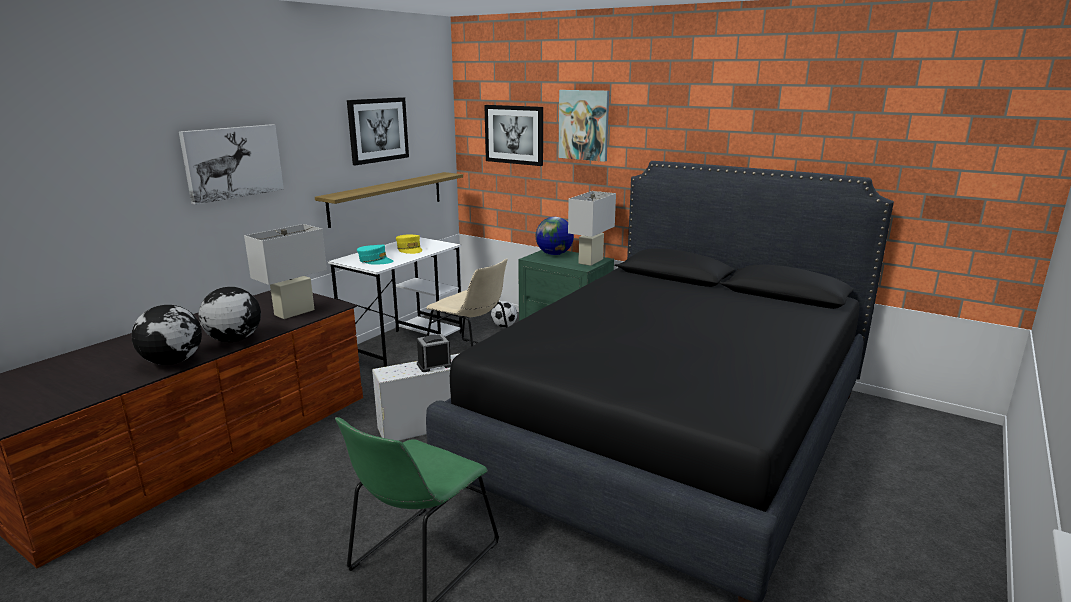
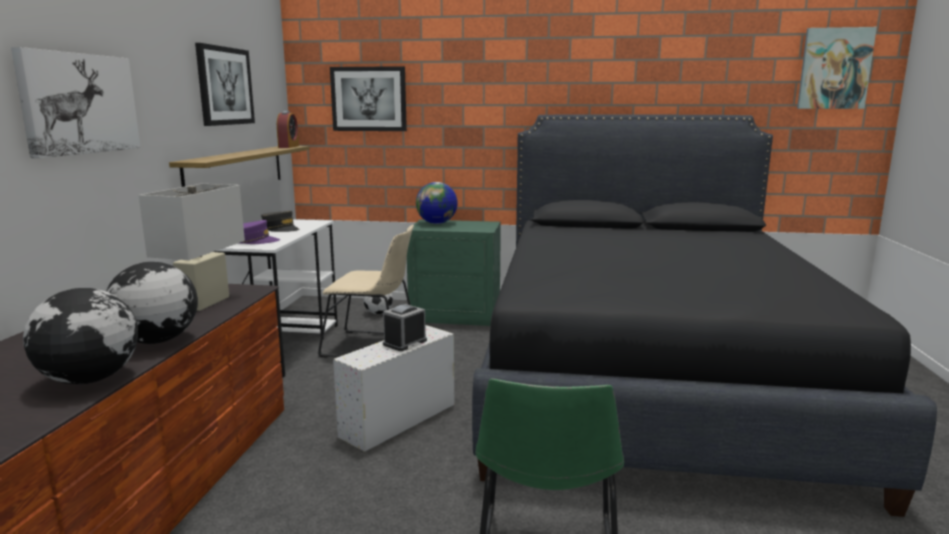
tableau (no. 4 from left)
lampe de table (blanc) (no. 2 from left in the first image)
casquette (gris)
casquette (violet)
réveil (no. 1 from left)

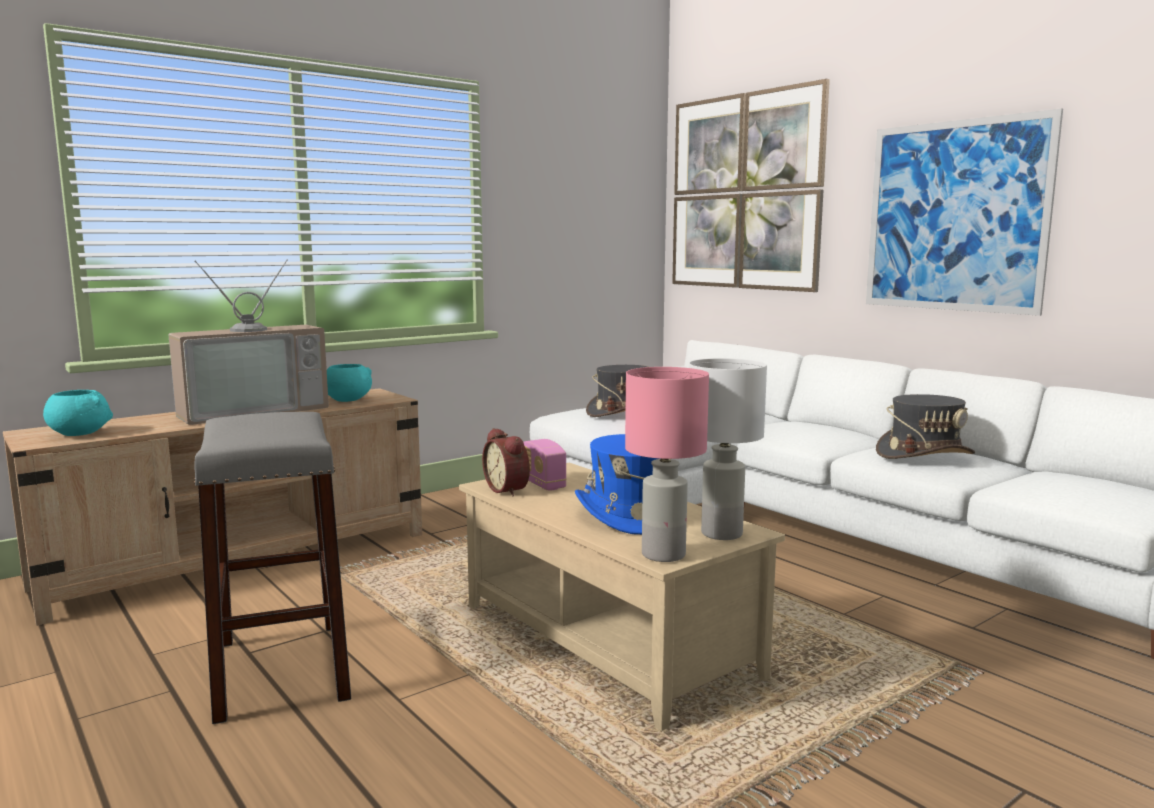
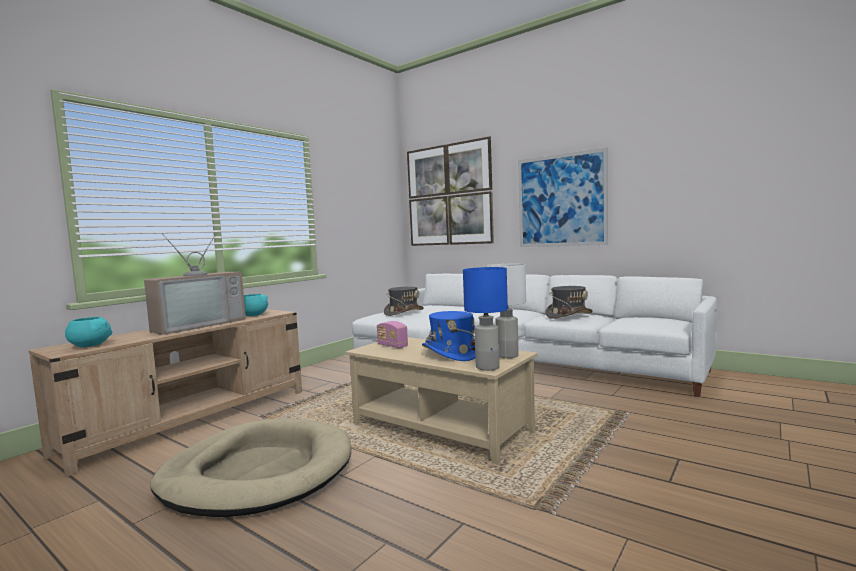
lampe de table (bleu)
panier pour chien (beige)
réveil

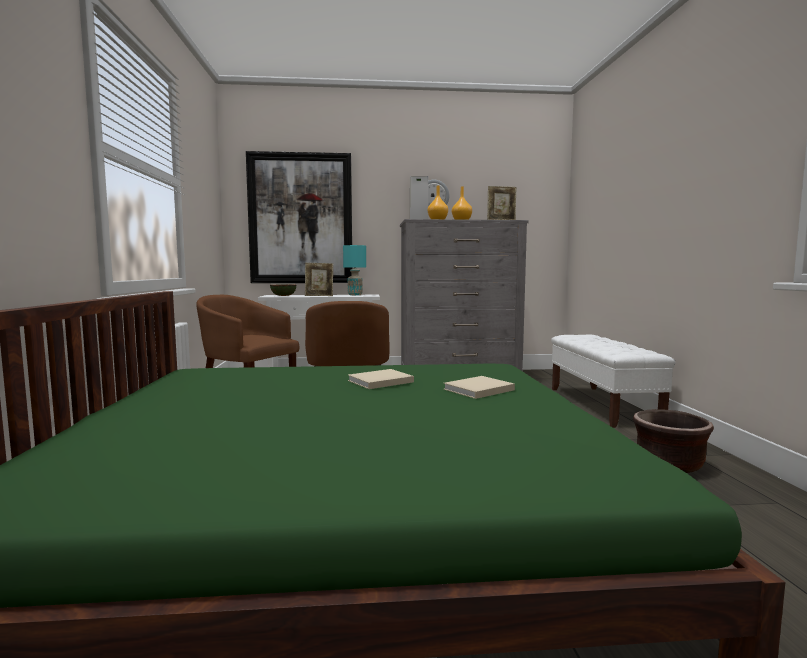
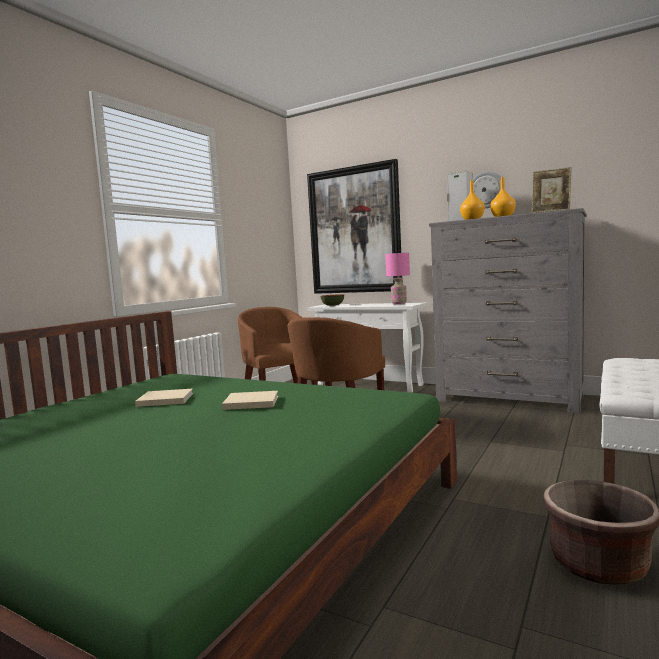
lampe de table (rose)
cadre photo (no. 1 from left in the first image)
livre (beige) (no. 1 from left)

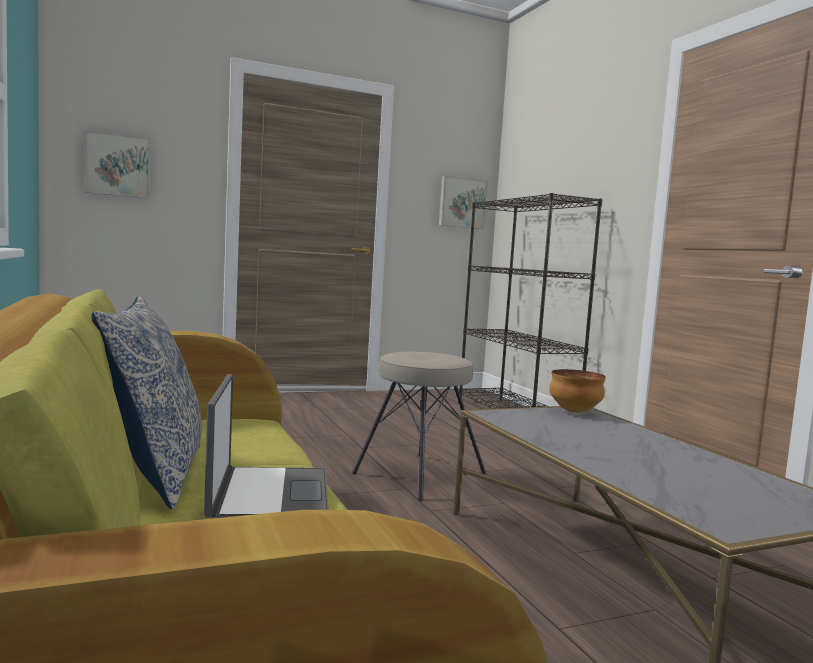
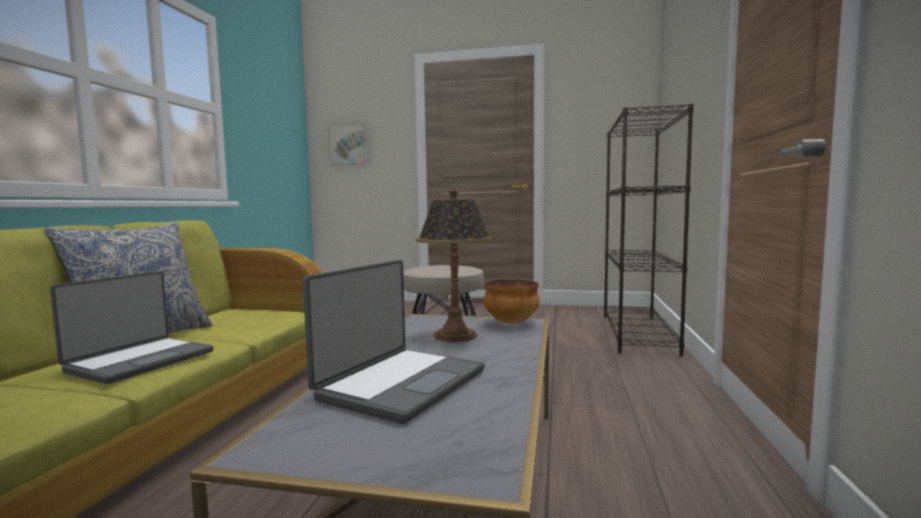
tableau (no. 2 from left in the first image)
lampe de table
ordinateur portable (no. 2 from left)

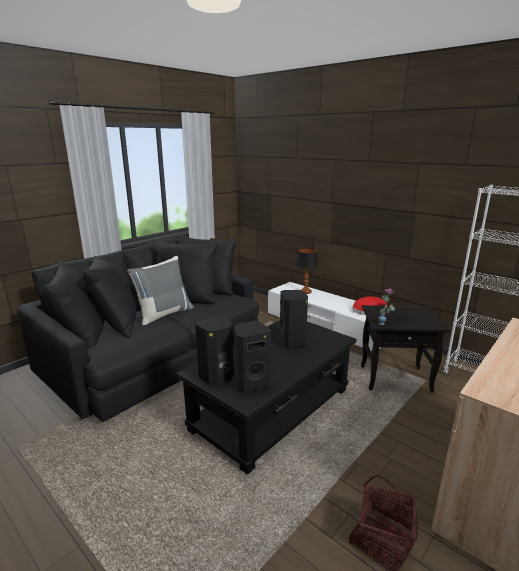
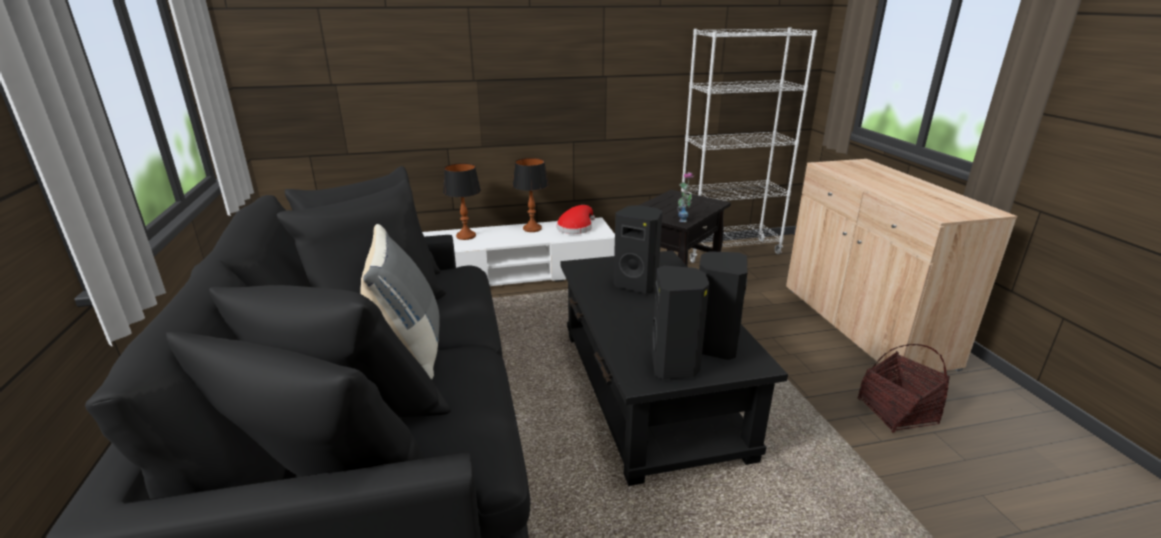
lampe de table (no. 2 from left)

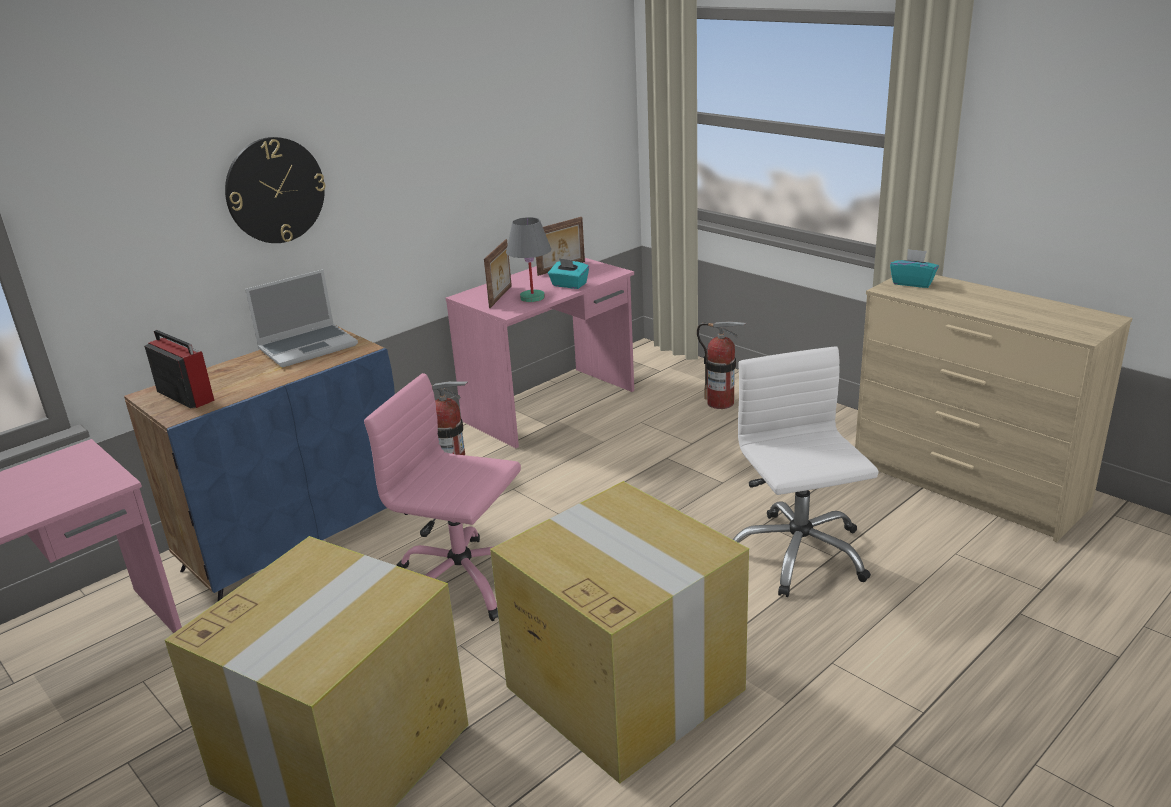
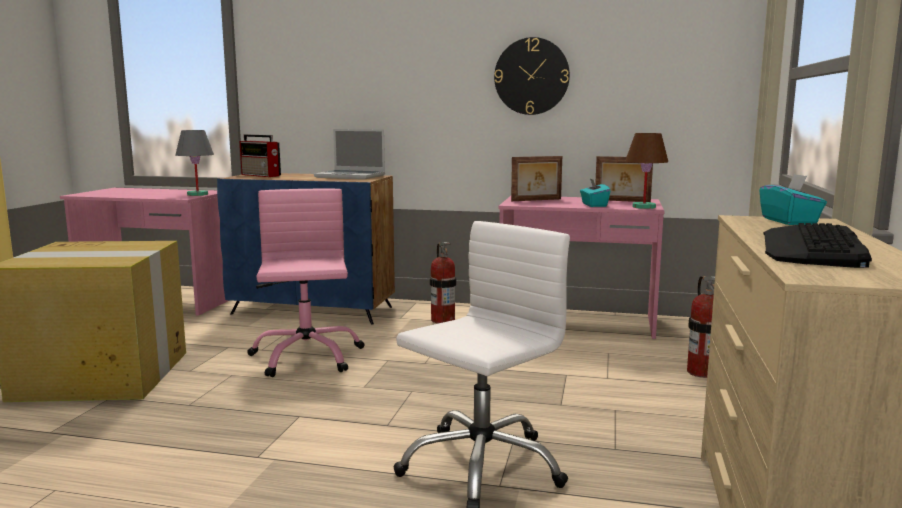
horloge murale
lampe de table (gris)
radio
carton (no. 2 from left in the first image)
lampe de table (marron)
clavier

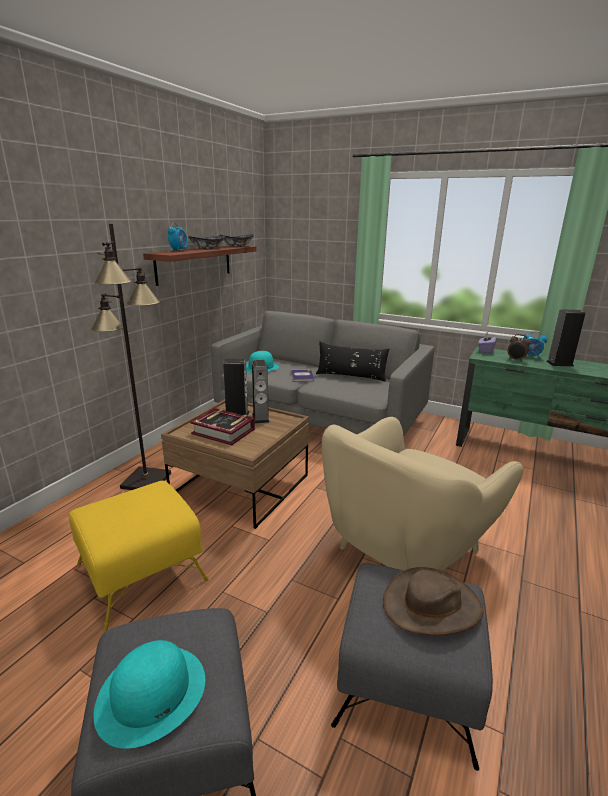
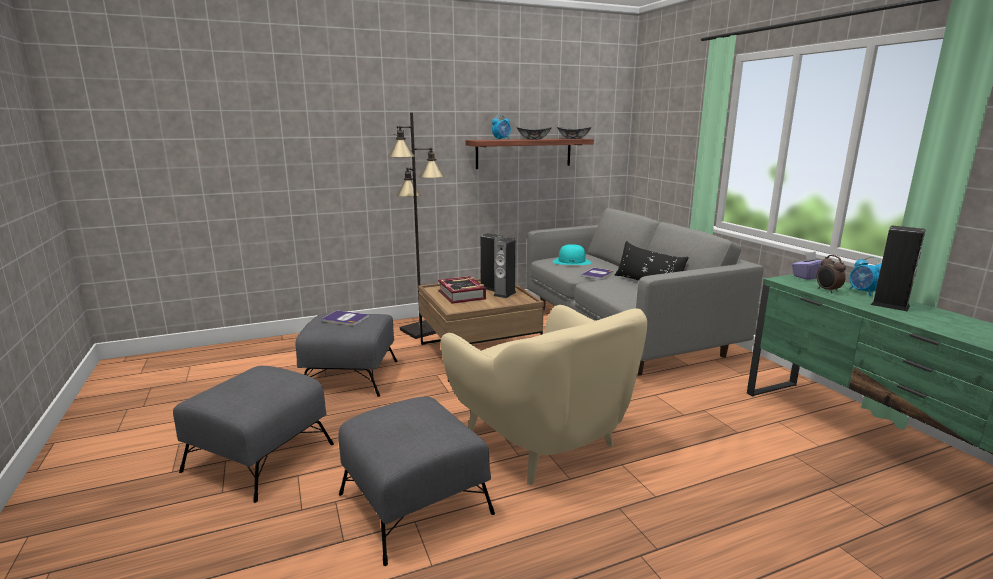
fauteuil (beige)
pouf (gris) (no. 2 from left)
chapeau (marron)
chapeau (turquoise) (no. 1 from left in the first image)
livre (no. 1 from left)

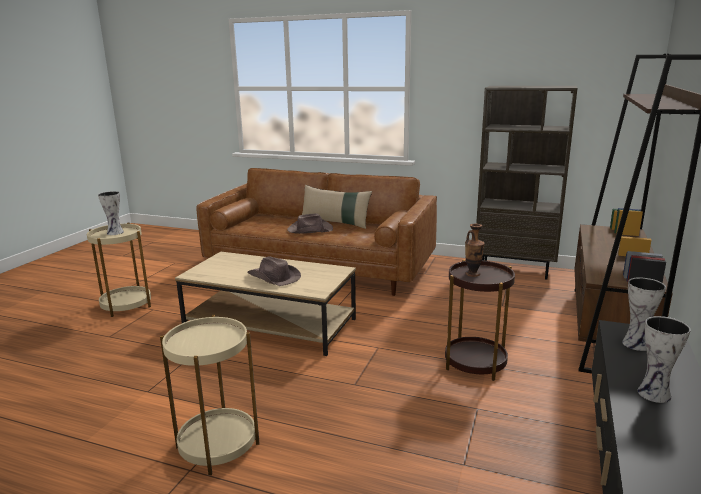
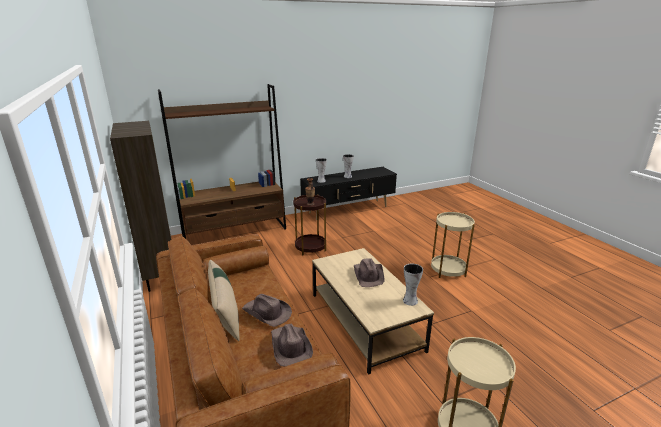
vase (no. 4 from left)
chapeau (marron) (no. 2 from left)

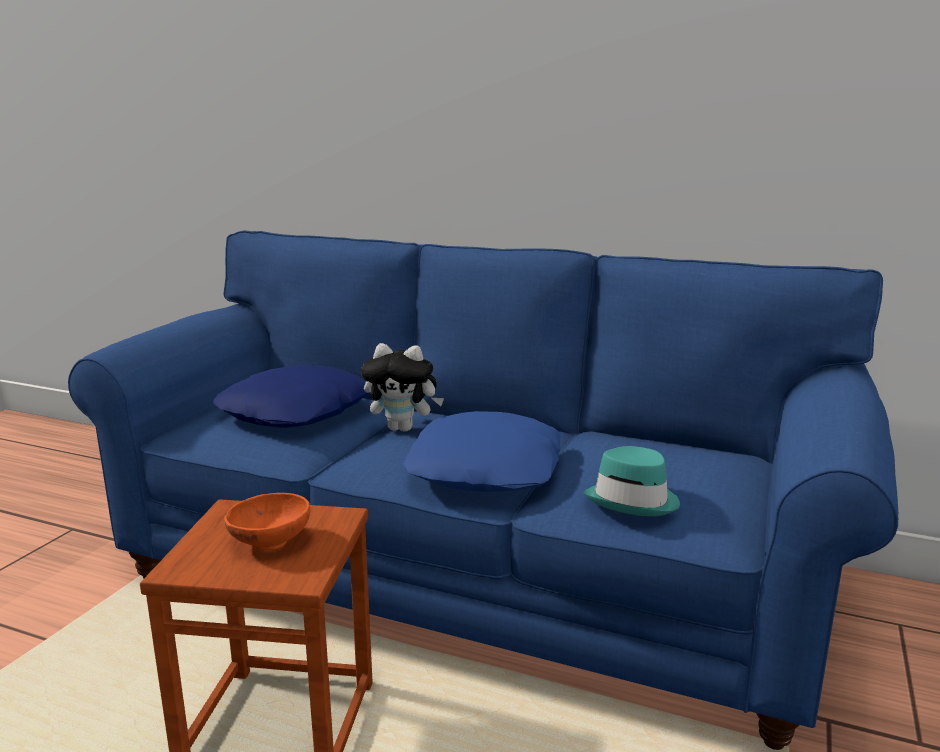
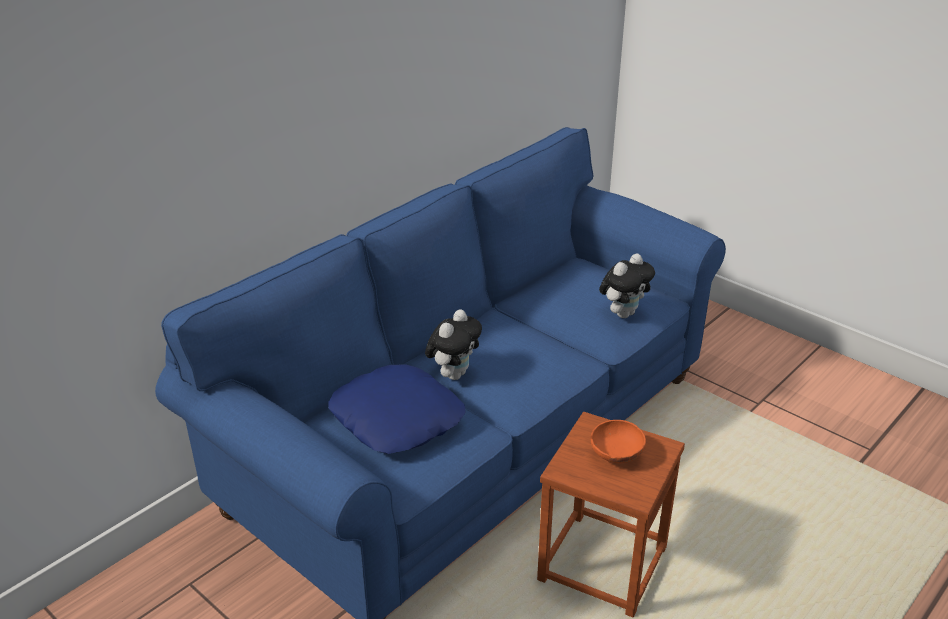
coussin (bleu) (no. 2 from left in the first image)
peluche (no. 2 from left)

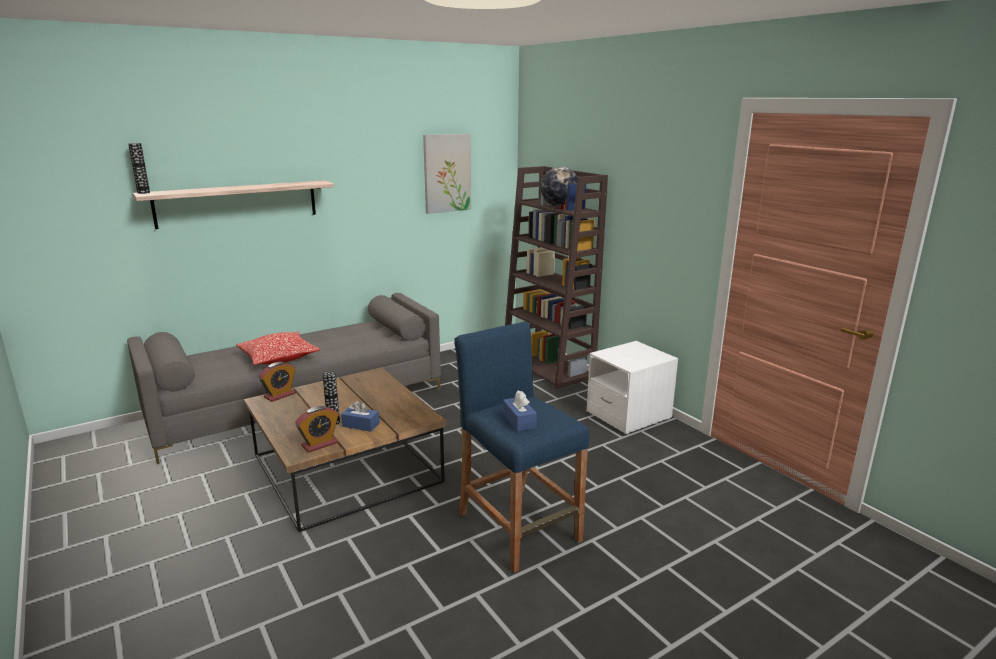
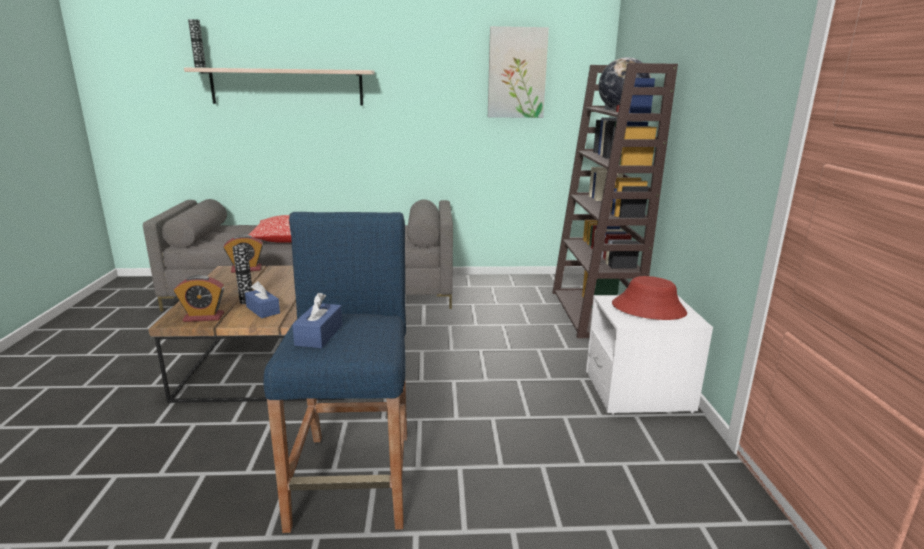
chapeau (rouge)

